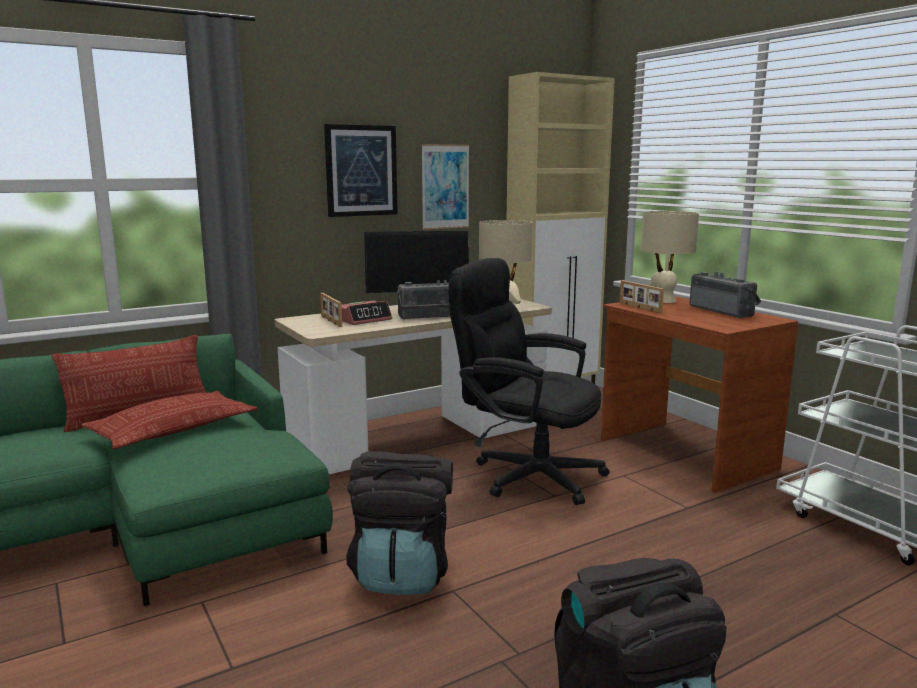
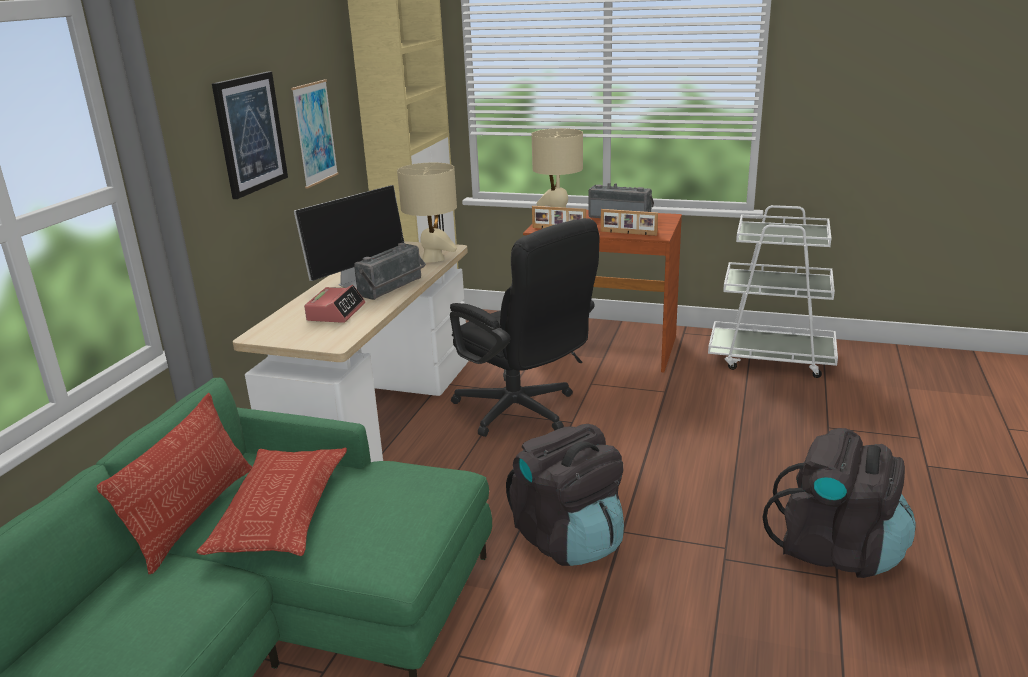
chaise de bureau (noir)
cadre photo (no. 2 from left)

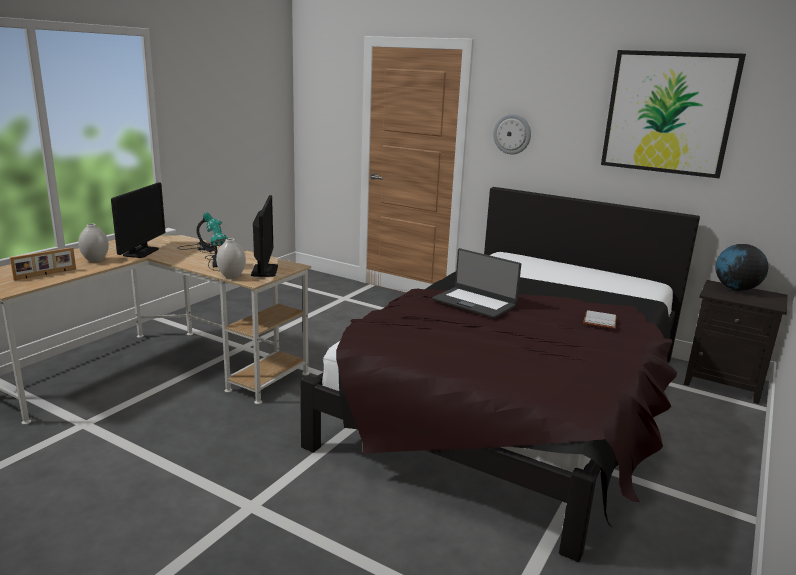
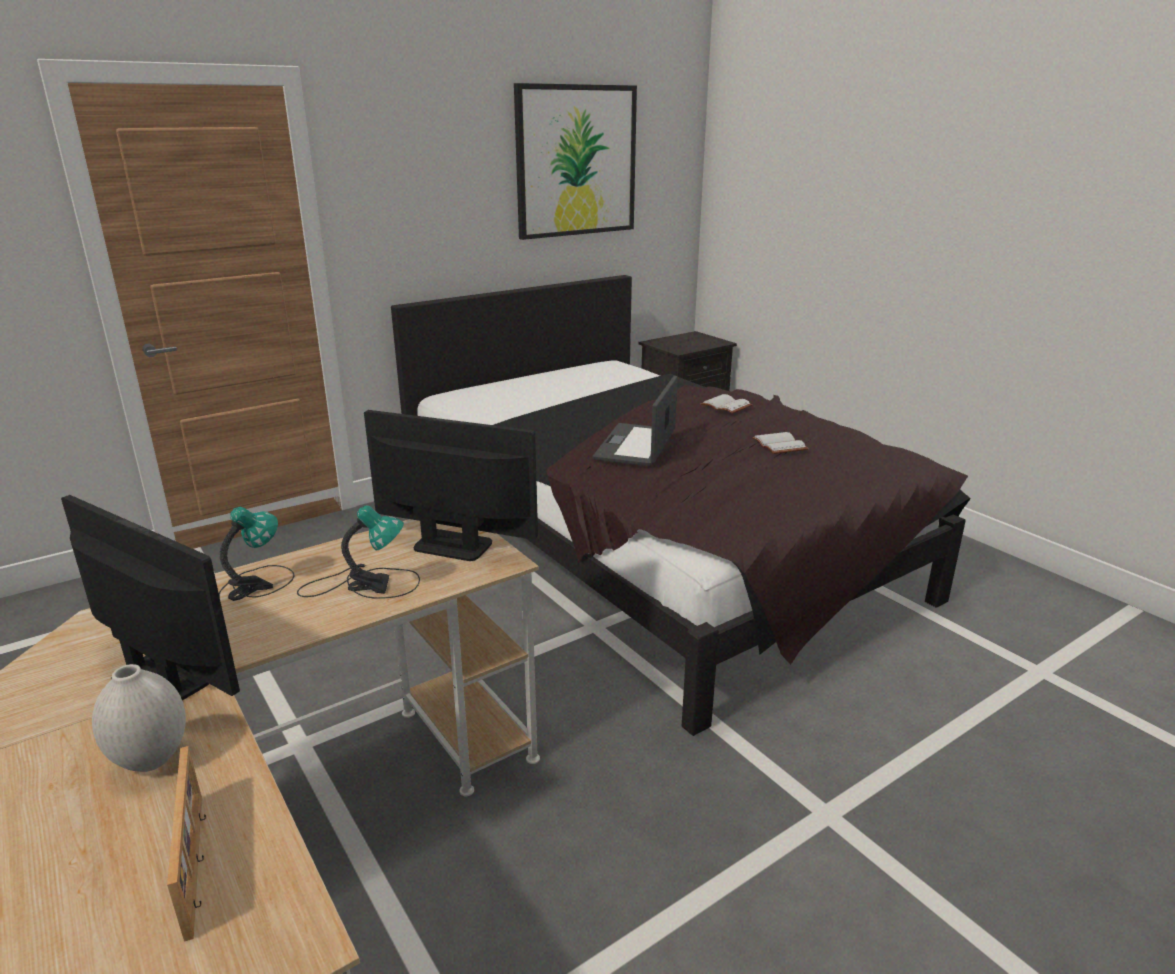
horloge murale
vase (blanc) (no. 2 from left in the first image)
globe
ordinateur portable
livre (blanc) (no. 2 from left)

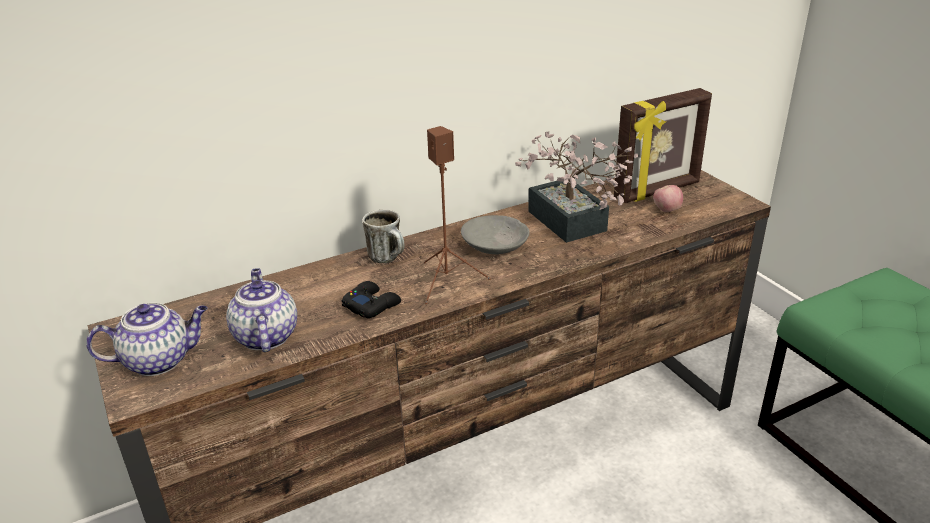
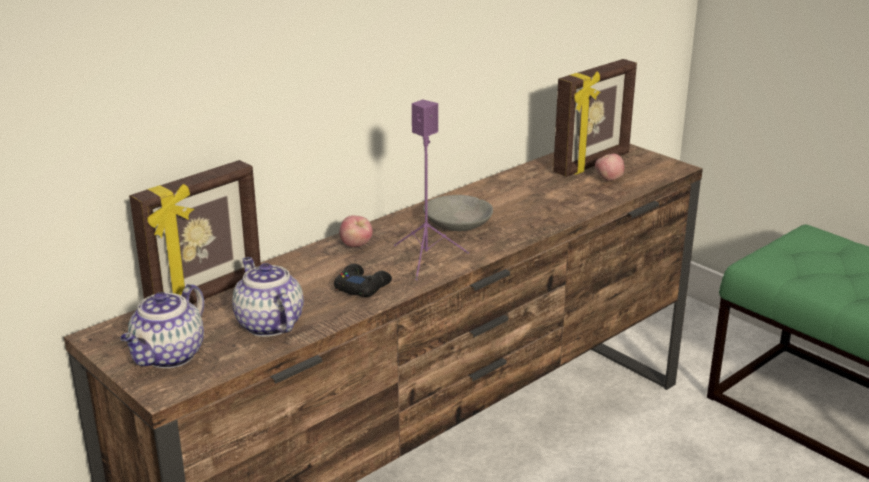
enceinte (violet)
plante en pot
pomme (no. 1 from left)
théière (no. 1 from left)
cadre photo (no. 1 from left)

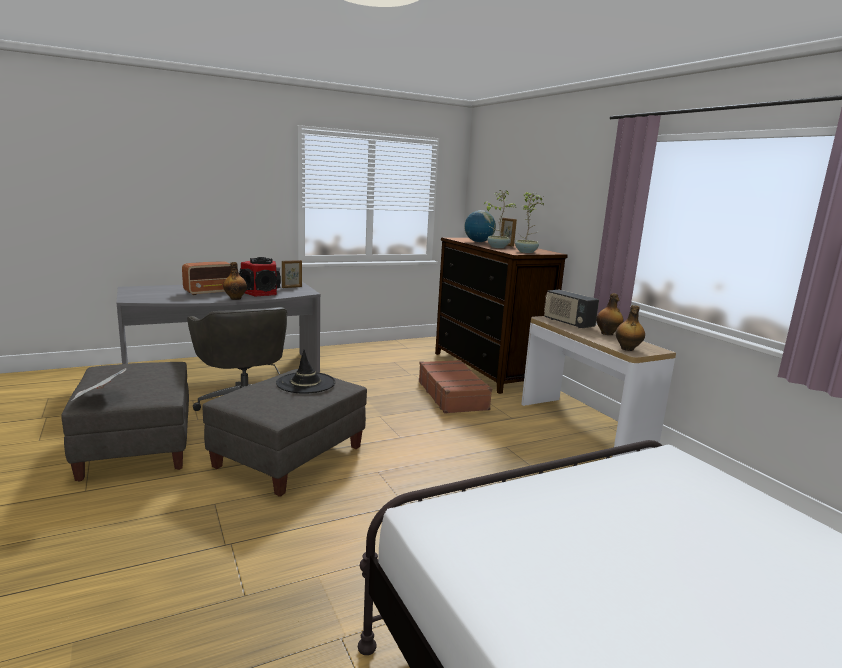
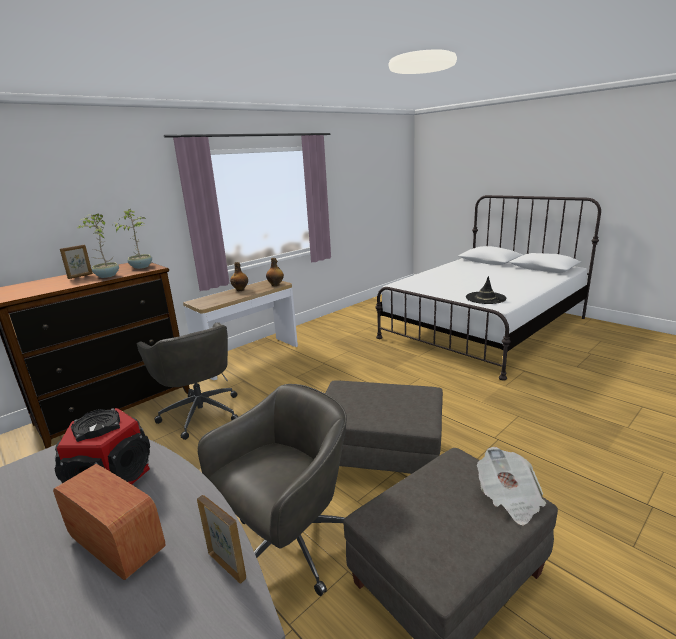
globe
cadre photo (no. 2 from left)
bouteille (no. 1 from left in the first image)
radio (no. 2 from left in the first image)
chapeau (noir)
chaise de bureau (gris) (no. 1 from left)

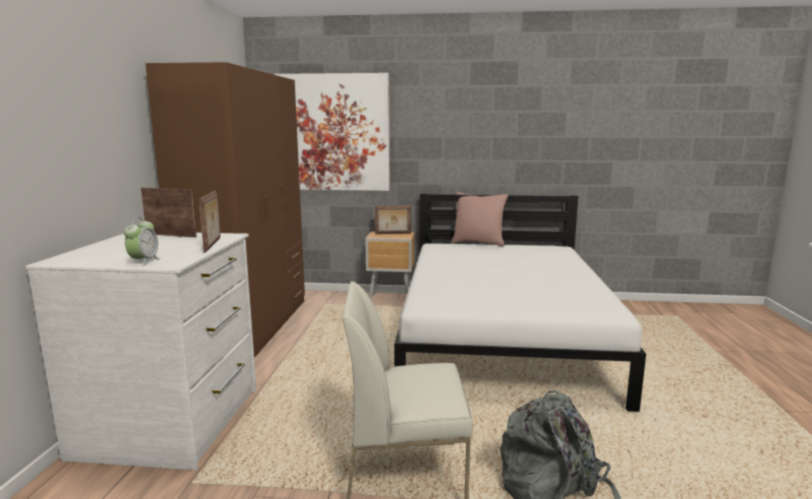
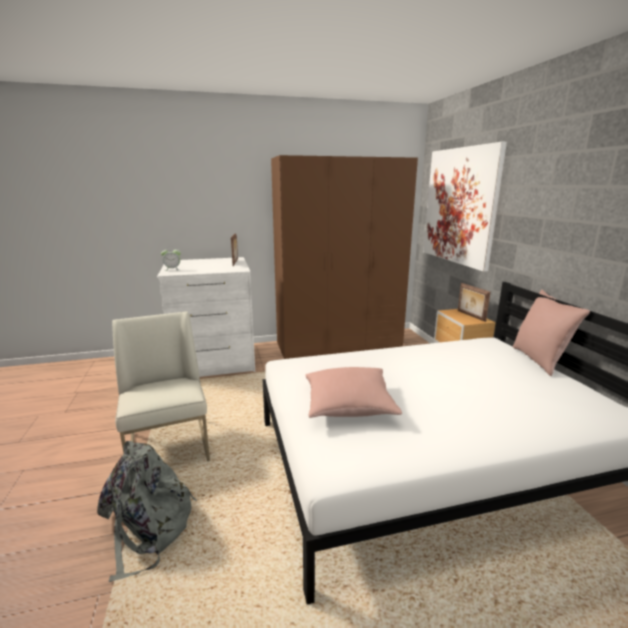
cadre photo (no. 2 from left in the first image)
coussin (rose) (no. 1 from left)

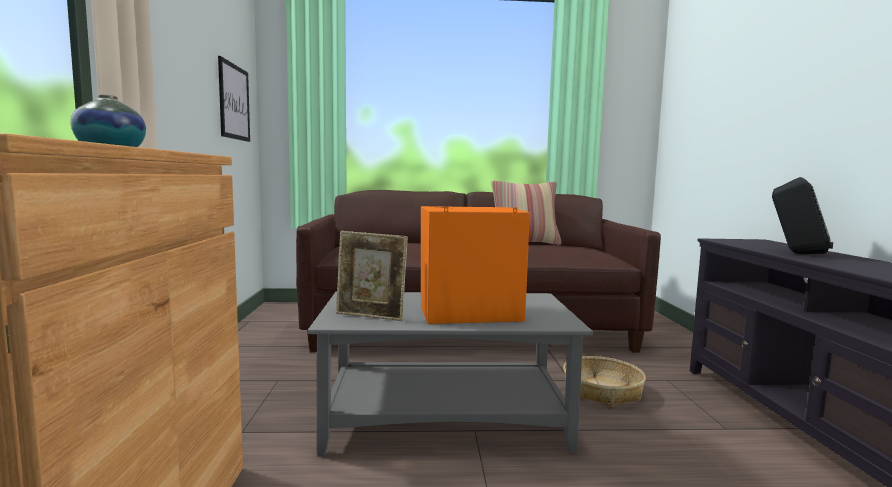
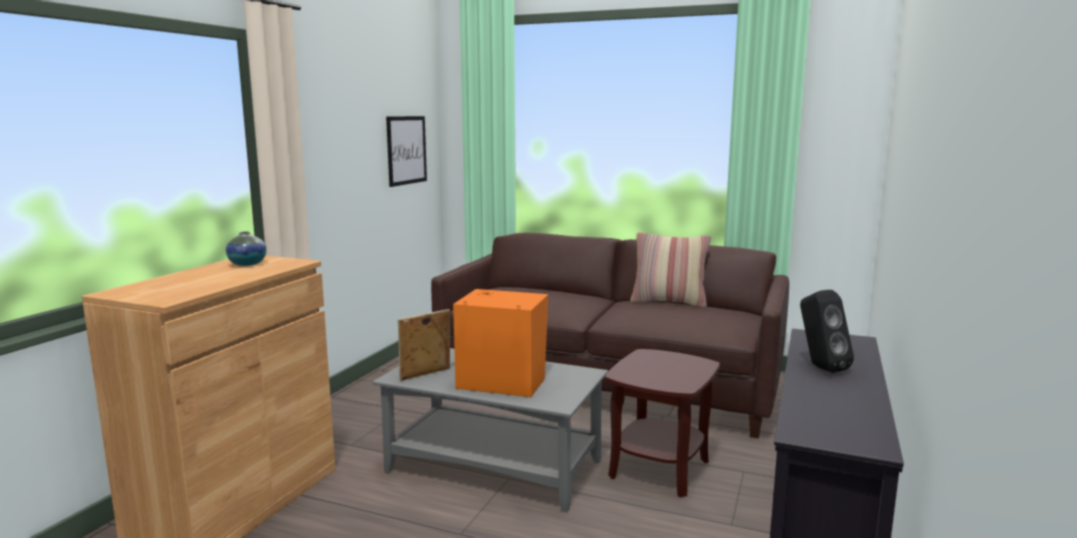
cadre photo
table d'appoint (marron)

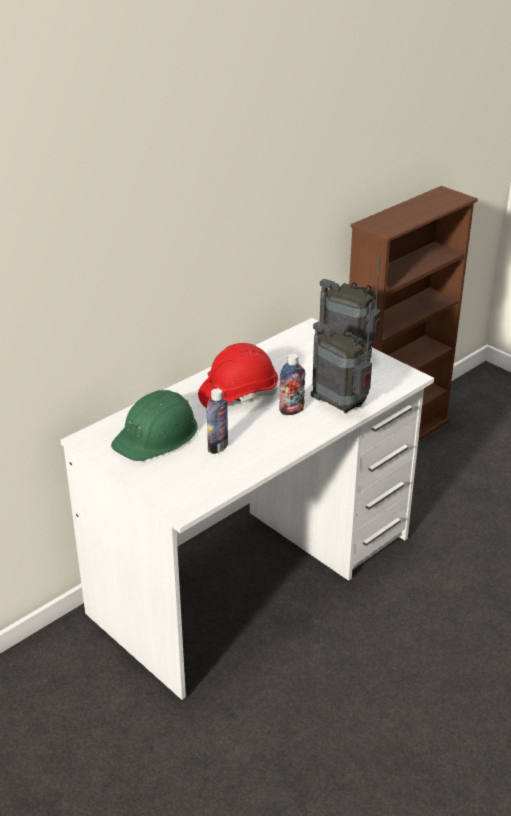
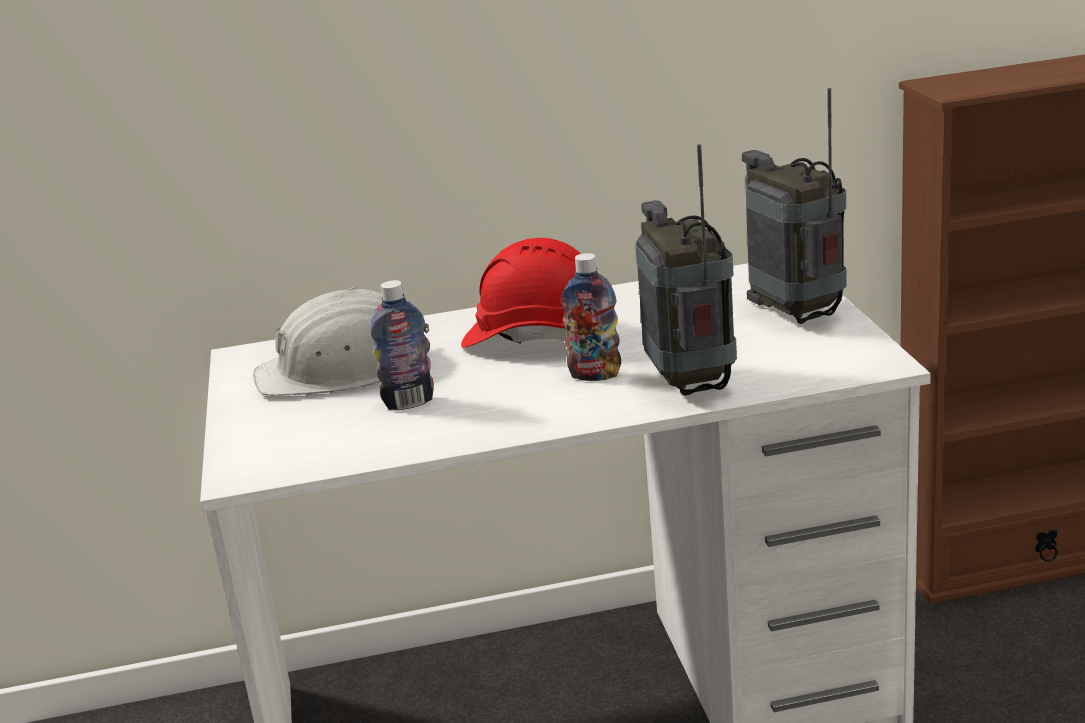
casque de chantier (blanc)

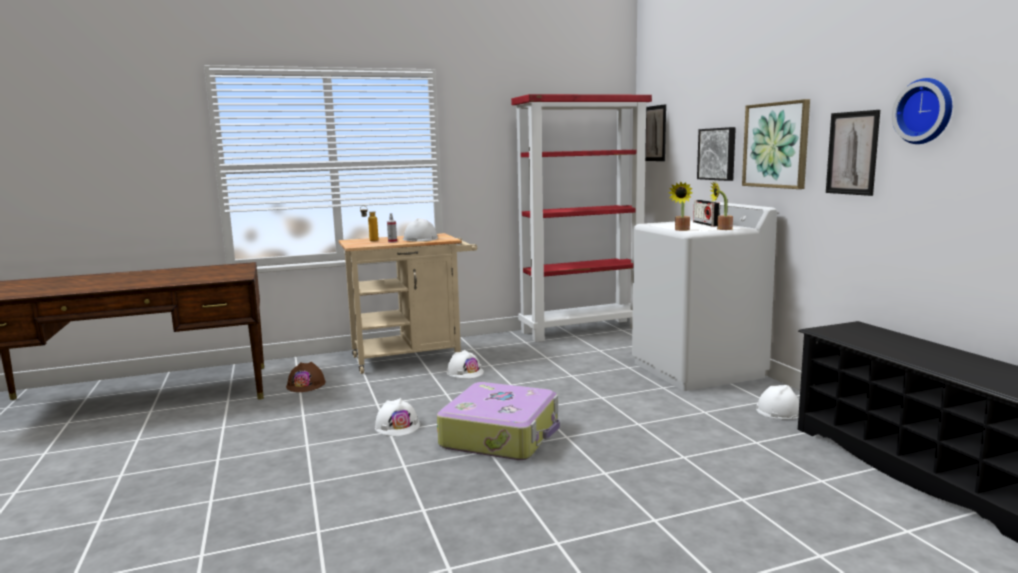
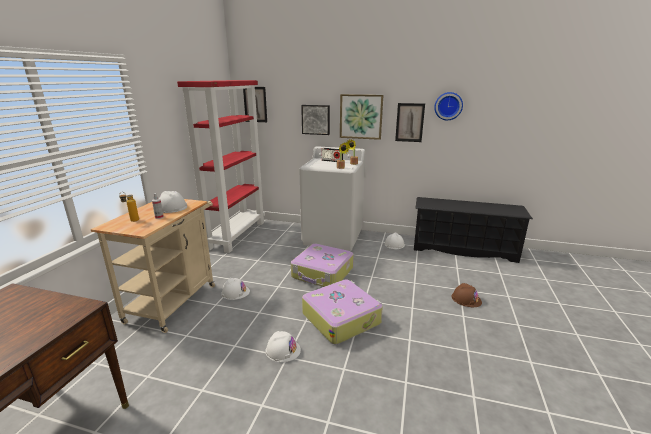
casque de chantier (marron)
valise (no. 1 from left)

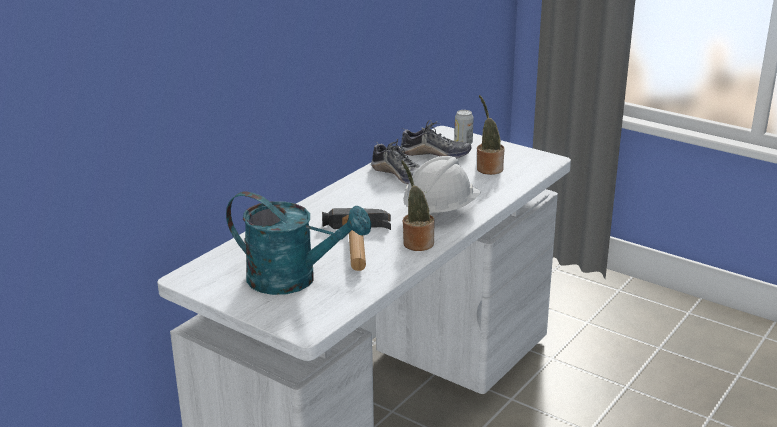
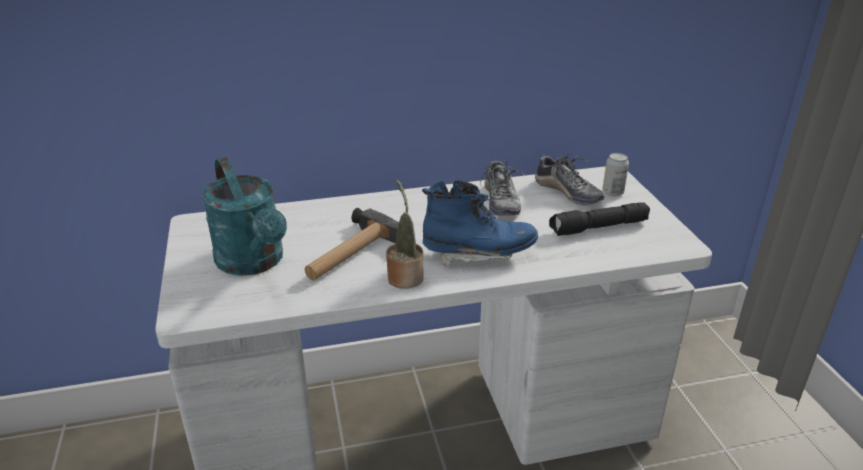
lampe de poche (noir)
botte (bleu)

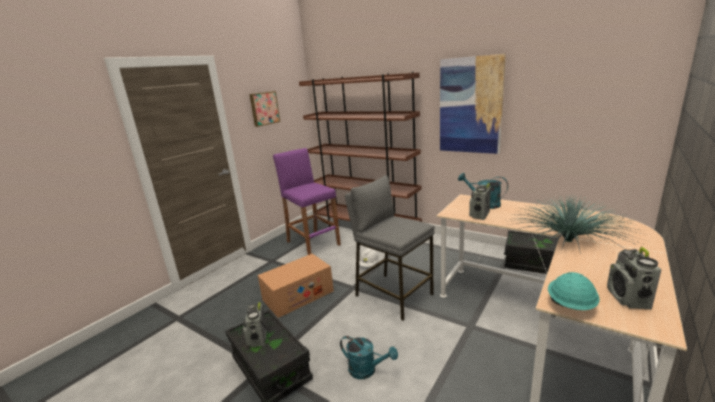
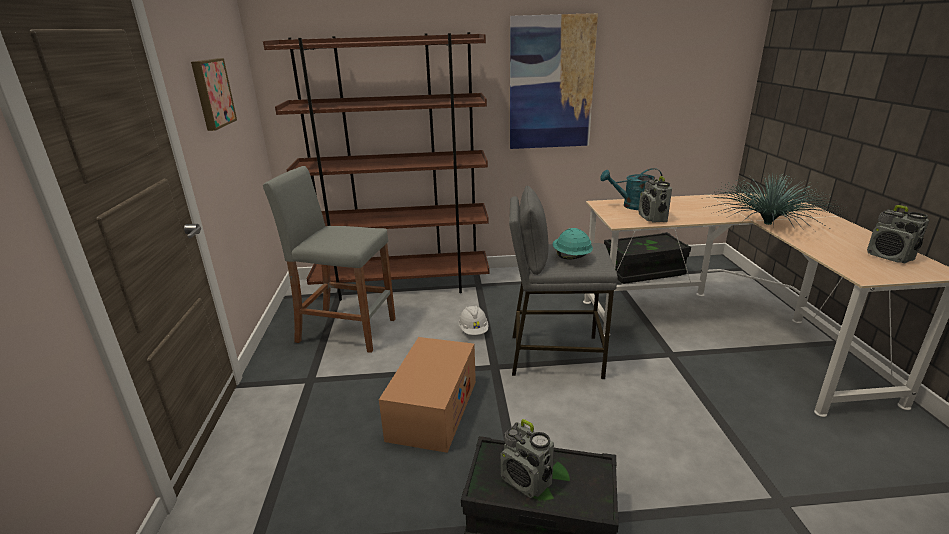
tabouret (gris) (no. 1 from left)
casque de chantier (turquoise)
arrosoir (turquoise) (no. 1 from left in the first image)

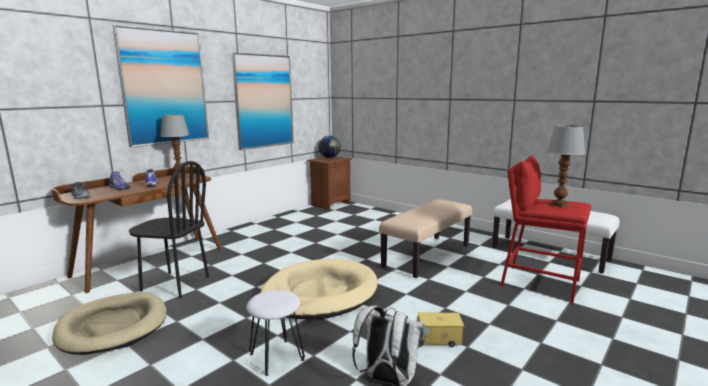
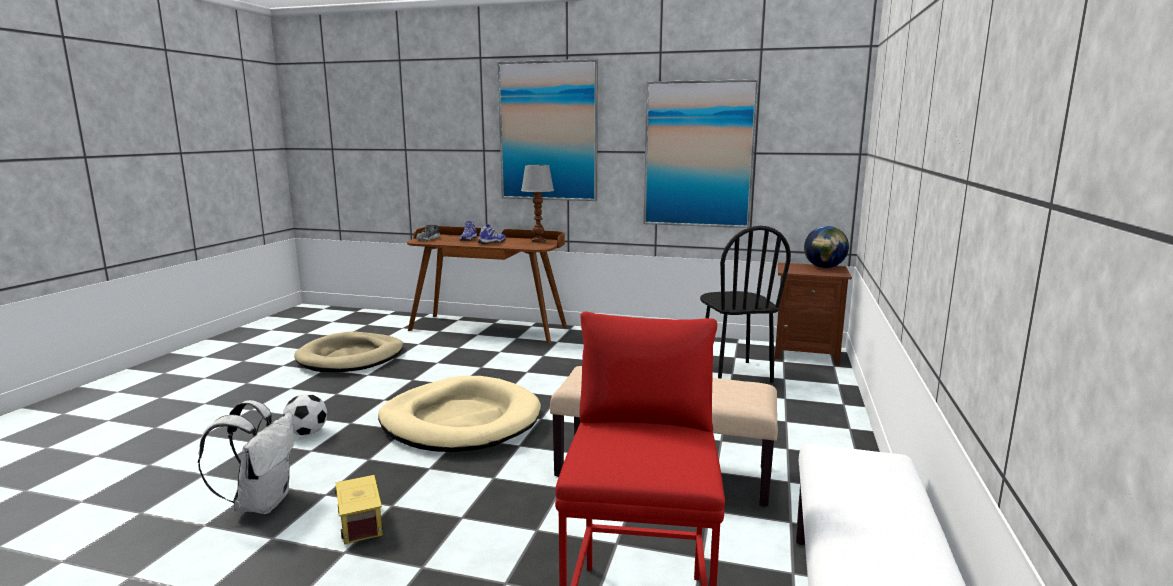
lampe de table (no. 2 from left in the first image)
chaise (noir)
ballon de foot

